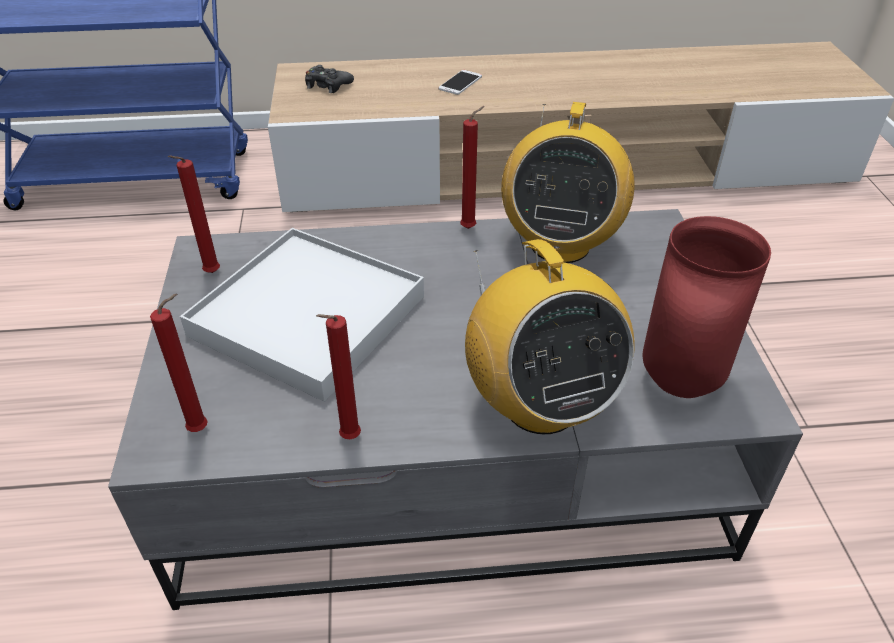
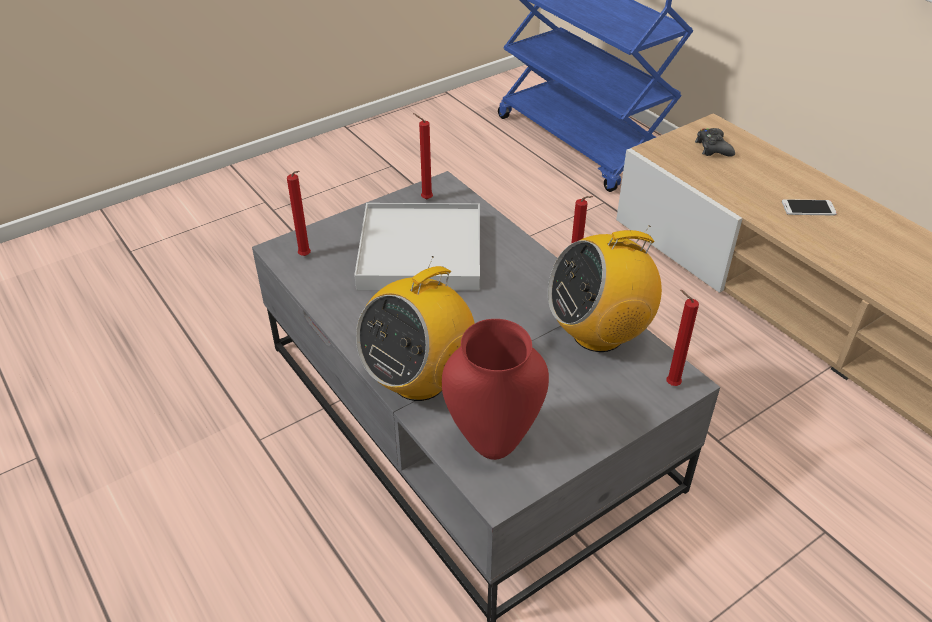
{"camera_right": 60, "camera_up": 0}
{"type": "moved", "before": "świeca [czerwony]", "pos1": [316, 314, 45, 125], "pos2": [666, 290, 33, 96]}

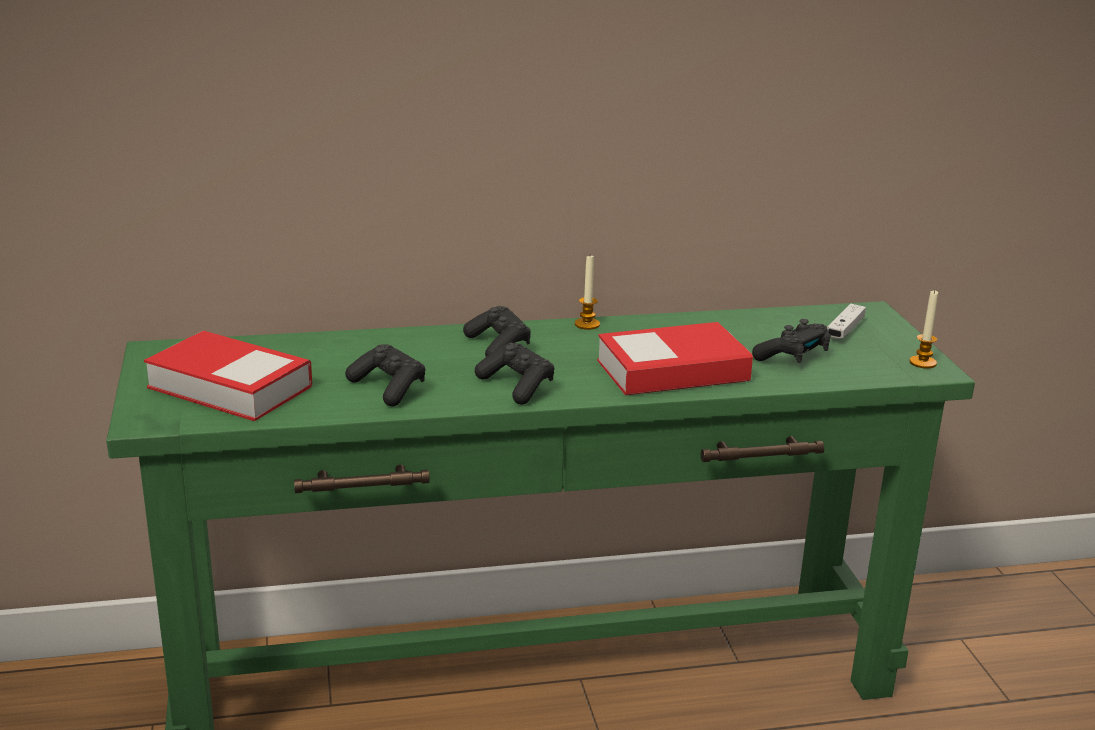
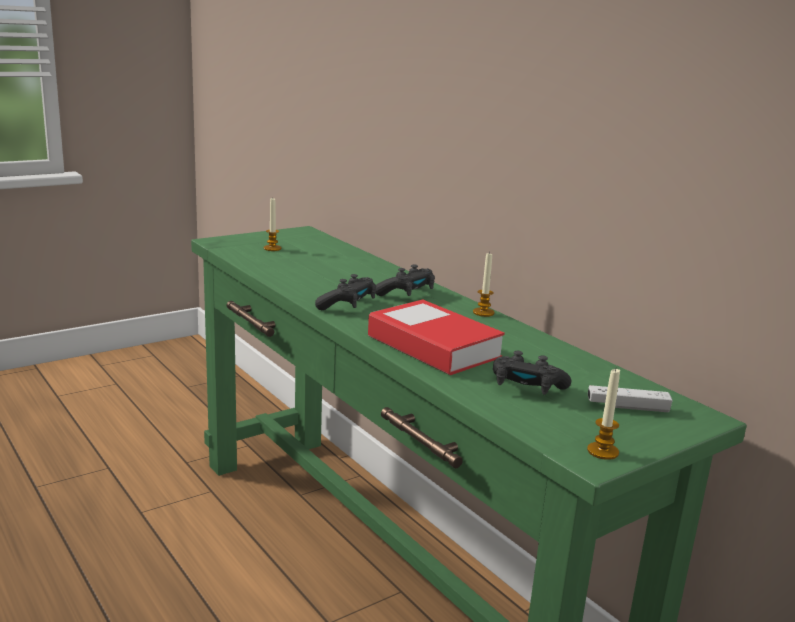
{"camera_right": 65, "camera_up": -5}
{"type": "replaced", "before": "książka", "after": "świeca", "pos1": [144, 331, 168, 90], "pos2": [264, 198, 18, 53]}
{"type": "removed", "before": "pad do gier [czarny]", "pos1": [345, 344, 80, 62]}

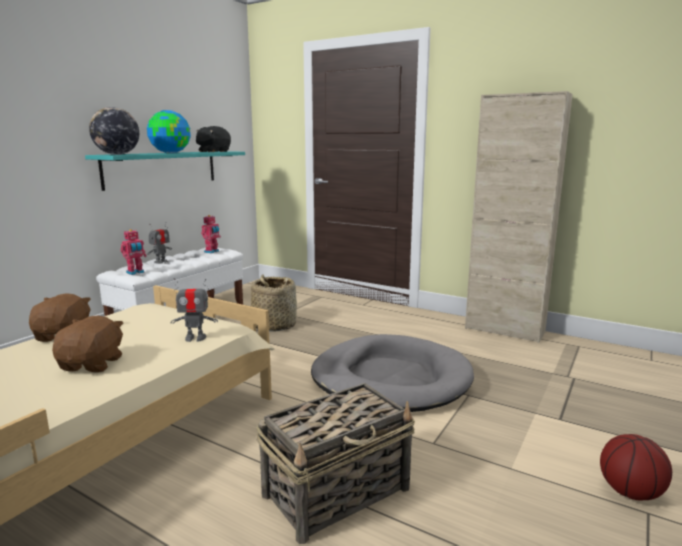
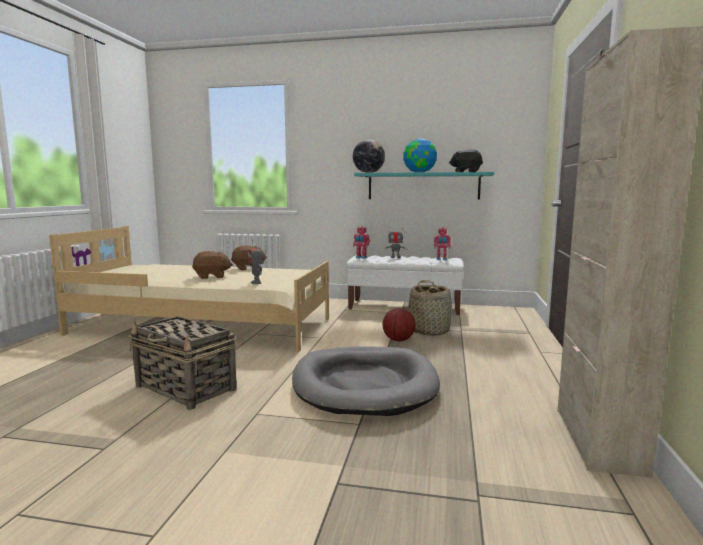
{"camera_right": 70, "camera_up": -5}
{"type": "moved", "before": "piłka do koszykówki", "pos1": [600, 434, 72, 67], "pos2": [382, 308, 34, 33]}

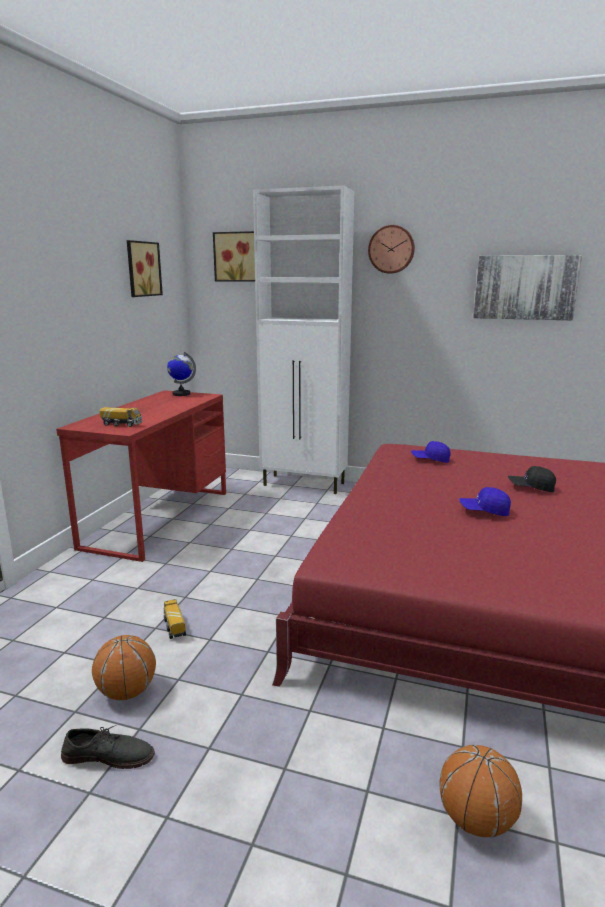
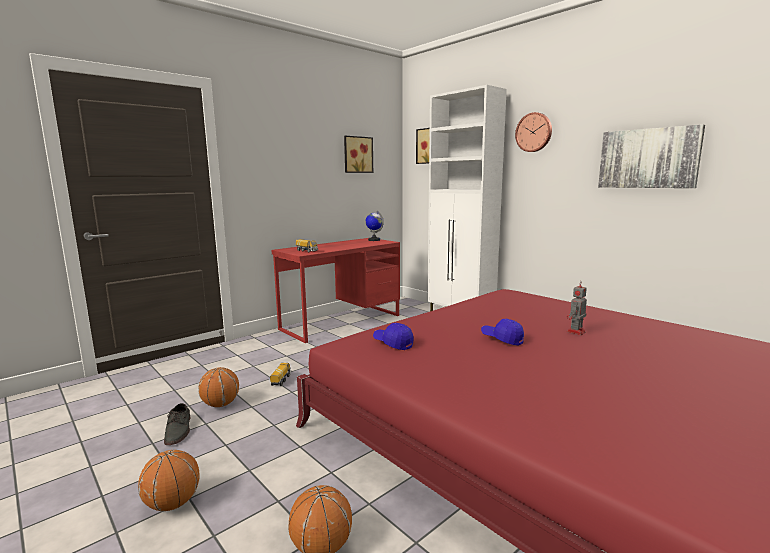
{"camera_right": 30, "camera_up": -5}
{"type": "moved", "before": "czapka z daszkiem [niebieski]", "pos1": [411, 441, 40, 22], "pos2": [373, 323, 40, 27]}
{"type": "replaced", "before": "czapka z daszkiem [czarny]", "after": "robot zabawkowy", "pos1": [508, 466, 48, 26], "pos2": [567, 281, 20, 54]}
{"type": "turned", "before": "but [szary]", "pos1": [61, 725, 94, 44], "pos2": [164, 403, 26, 42], "turn": 45}
{"type": "added", "after": "piłka do koszykówki", "pos2": [138, 450, 62, 61]}

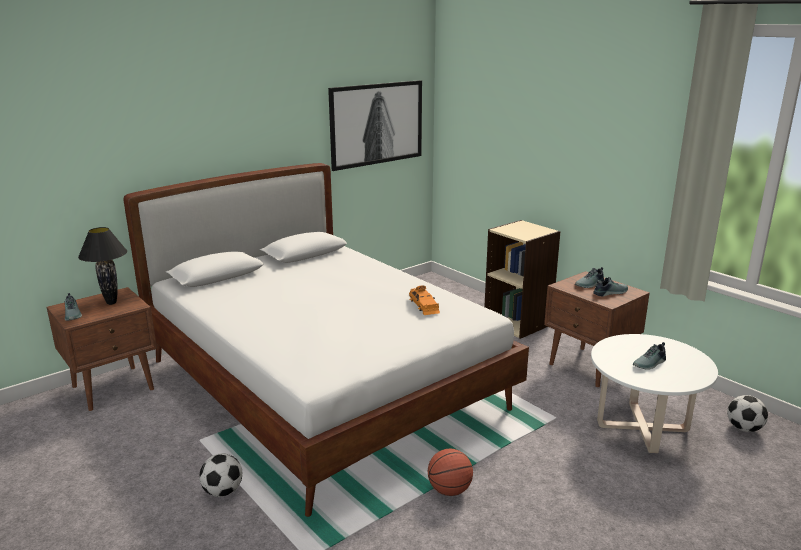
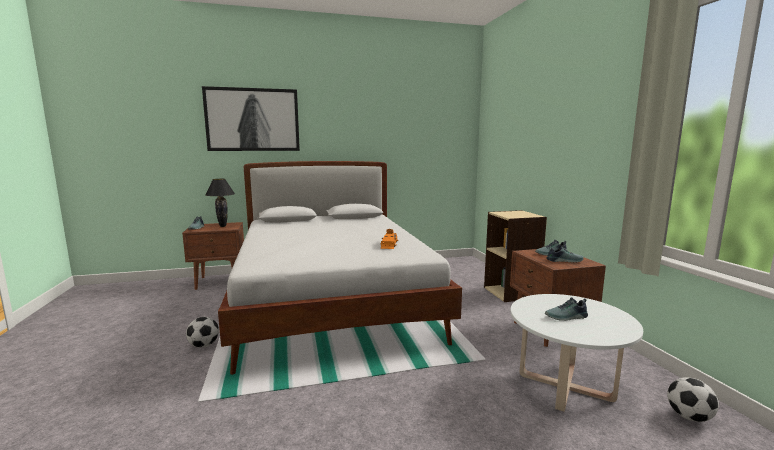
{"camera_right": 25, "camera_up": -10}
{"type": "moved", "before": "obraz", "pos1": [328, 80, 94, 91], "pos2": [202, 86, 98, 65]}
{"type": "removed", "before": "piłka do koszykówki", "pos1": [428, 449, 45, 47]}

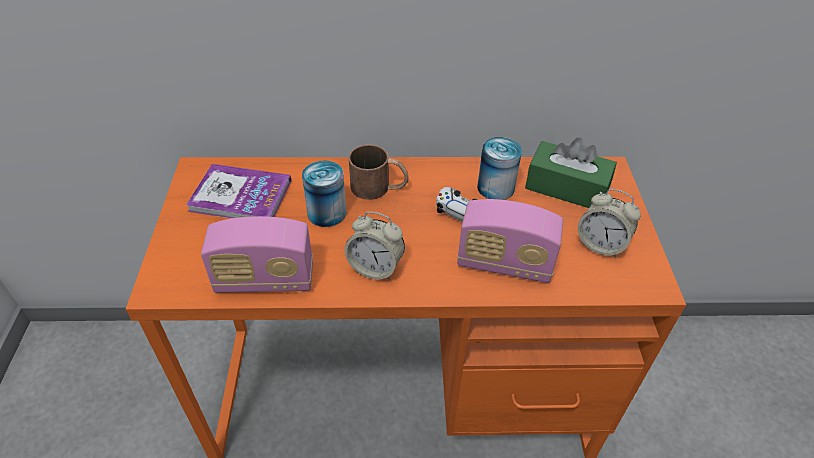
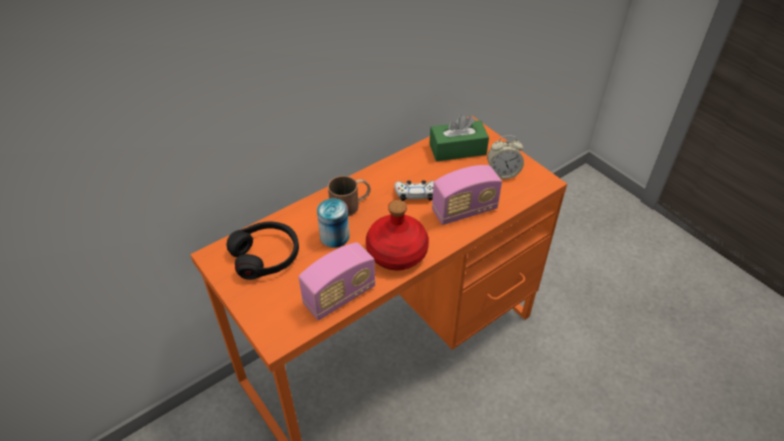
{"camera_right": -35, "camera_up": 0}
{"type": "removed", "before": "puszka", "pos1": [477, 137, 45, 63]}
{"type": "replaced", "before": "książka", "after": "słuchawki [czarny]", "pos1": [186, 164, 105, 54], "pos2": [226, 222, 73, 58]}
{"type": "replaced", "before": "budzik", "after": "butelka [czerwony]", "pos1": [344, 212, 61, 68], "pos2": [366, 200, 63, 70]}

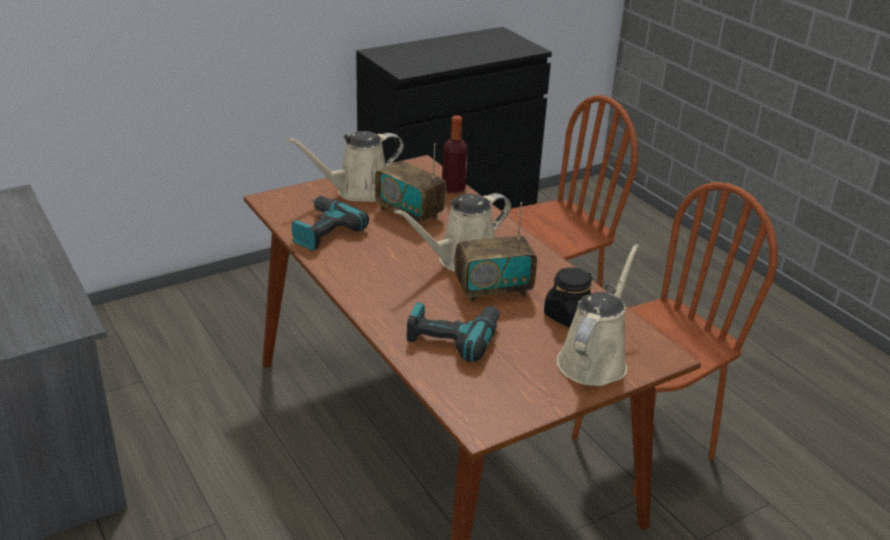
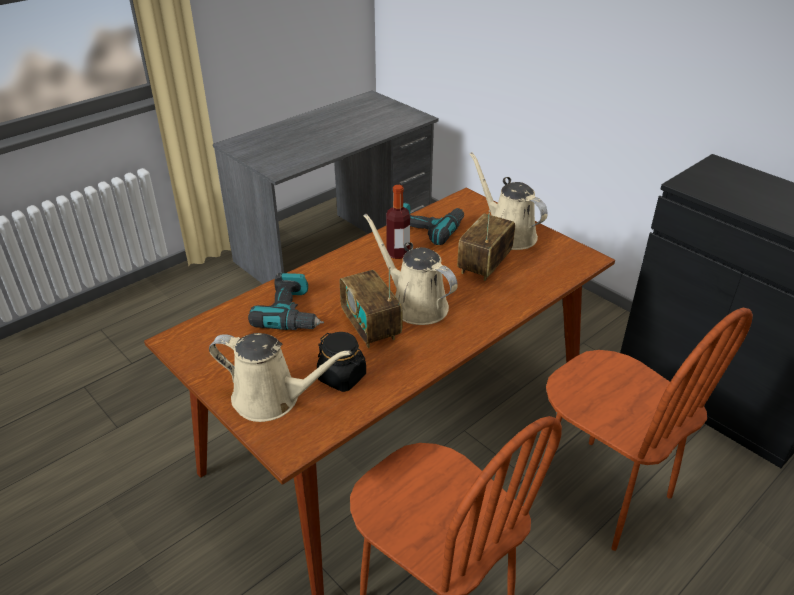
{"camera_right": 80, "camera_up": 5}
{"type": "moved", "before": "butelka", "pos1": [442, 115, 26, 79], "pos2": [386, 185, 24, 74]}

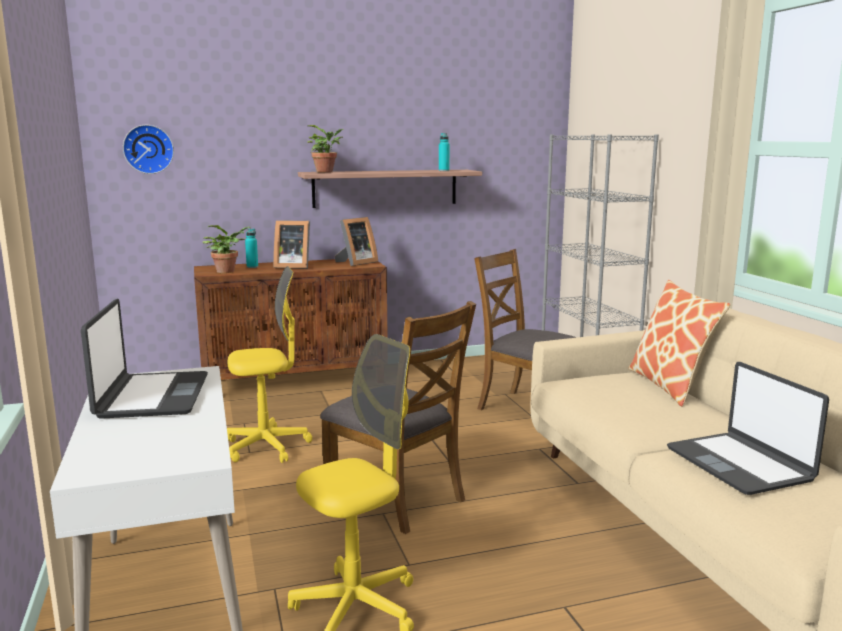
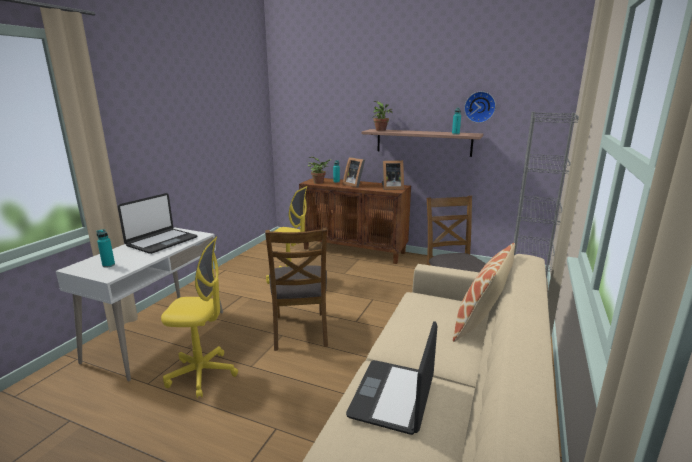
{"camera_right": 40, "camera_up": 5}
{"type": "moved", "before": "zegar ścienny", "pos1": [123, 125, 51, 49], "pos2": [464, 91, 32, 32]}
{"type": "added", "after": "butelka [turkusowy]", "pos2": [97, 229, 18, 39]}

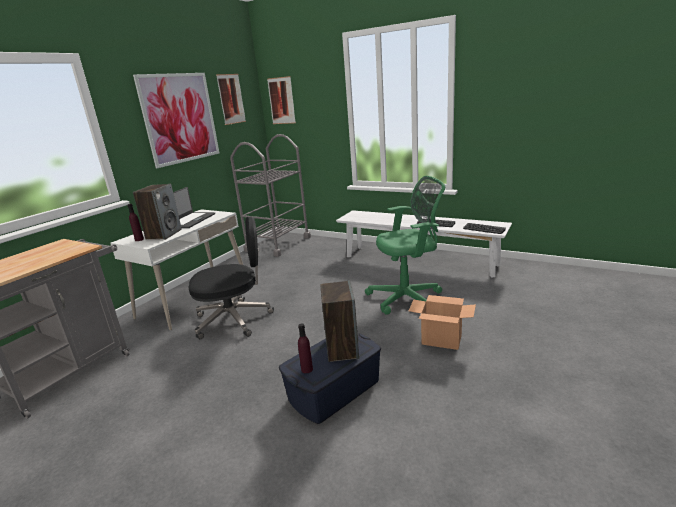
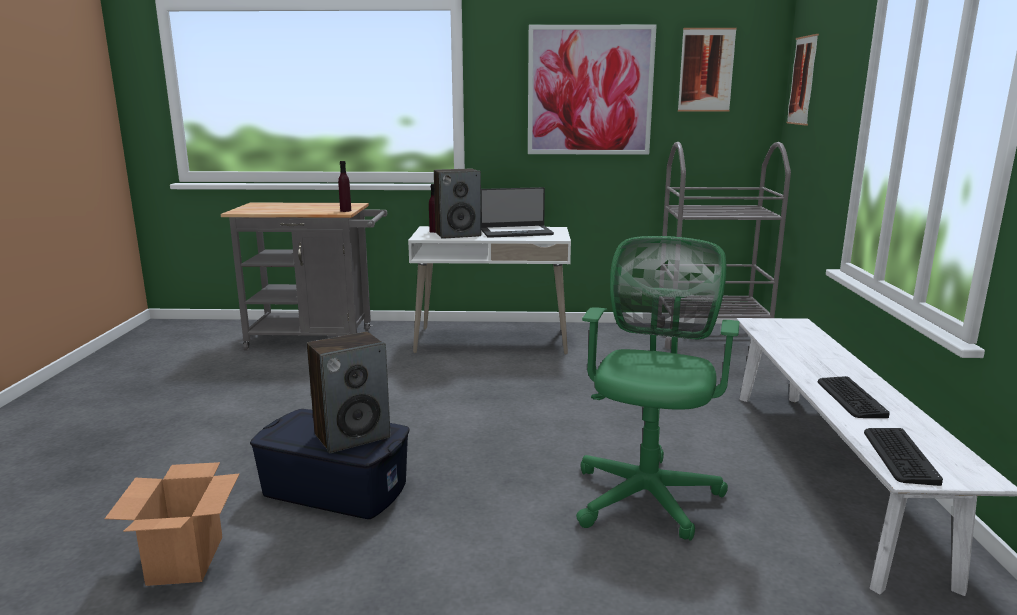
{"camera_right": 60, "camera_up": -5}
{"type": "turned", "before": "krzesło biurowe [zielony]", "pos1": [365, 176, 80, 139], "pos2": [576, 236, 163, 305], "turn": -120}
{"type": "removed", "before": "krzesło biurowe [czarny]", "pos1": [188, 216, 86, 123]}
{"type": "moved", "before": "karton", "pos1": [409, 295, 67, 55], "pos2": [105, 462, 134, 124]}
{"type": "moved", "before": "butelka [fioletowy]", "pos1": [298, 323, 15, 50], "pos2": [338, 161, 13, 51]}

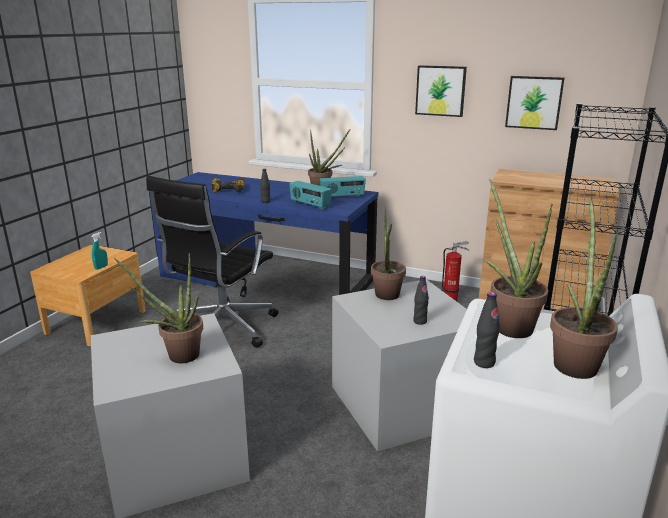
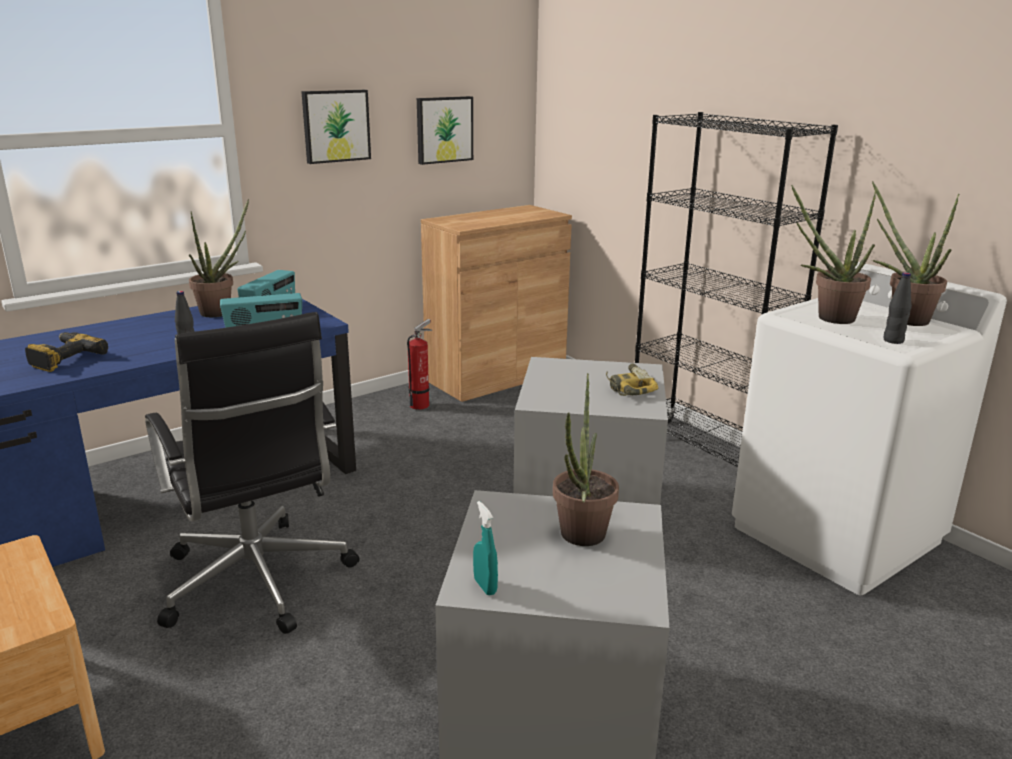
{"camera_right": -60, "camera_up": 0}
{"type": "removed", "before": "roślina doniczkowa", "pos1": [371, 207, 35, 93]}
{"type": "moved", "before": "spryskiwacz [turkusowy]", "pos1": [91, 232, 17, 38], "pos2": [473, 501, 25, 95]}
{"type": "replaced", "before": "butelka [czarny]", "after": "wiertarka", "pos1": [413, 276, 16, 49], "pos2": [606, 364, 52, 32]}

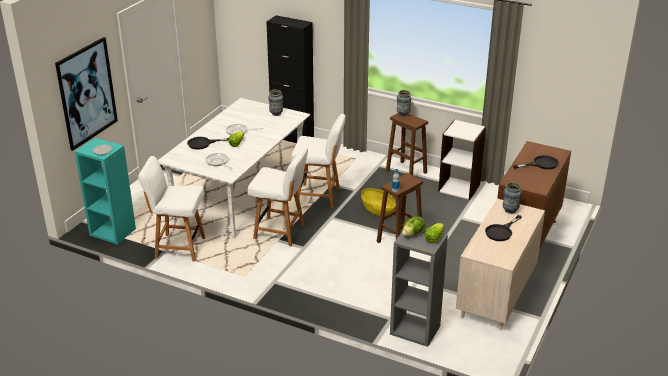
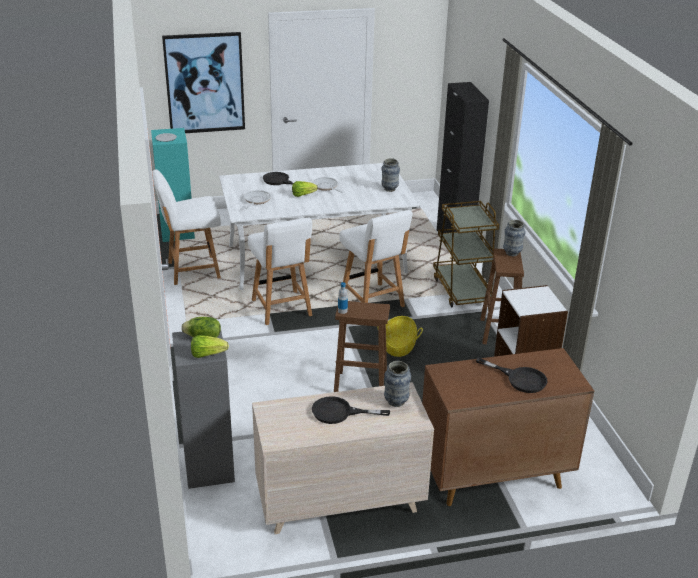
{"camera_right": 50, "camera_up": 0}
{"type": "turned", "before": "krzesło [biały]", "pos1": [138, 156, 68, 106], "pos2": [152, 169, 69, 116], "turn": -75}
{"type": "added", "after": "wózek [brązowy]", "pos2": [433, 201, 66, 107]}

